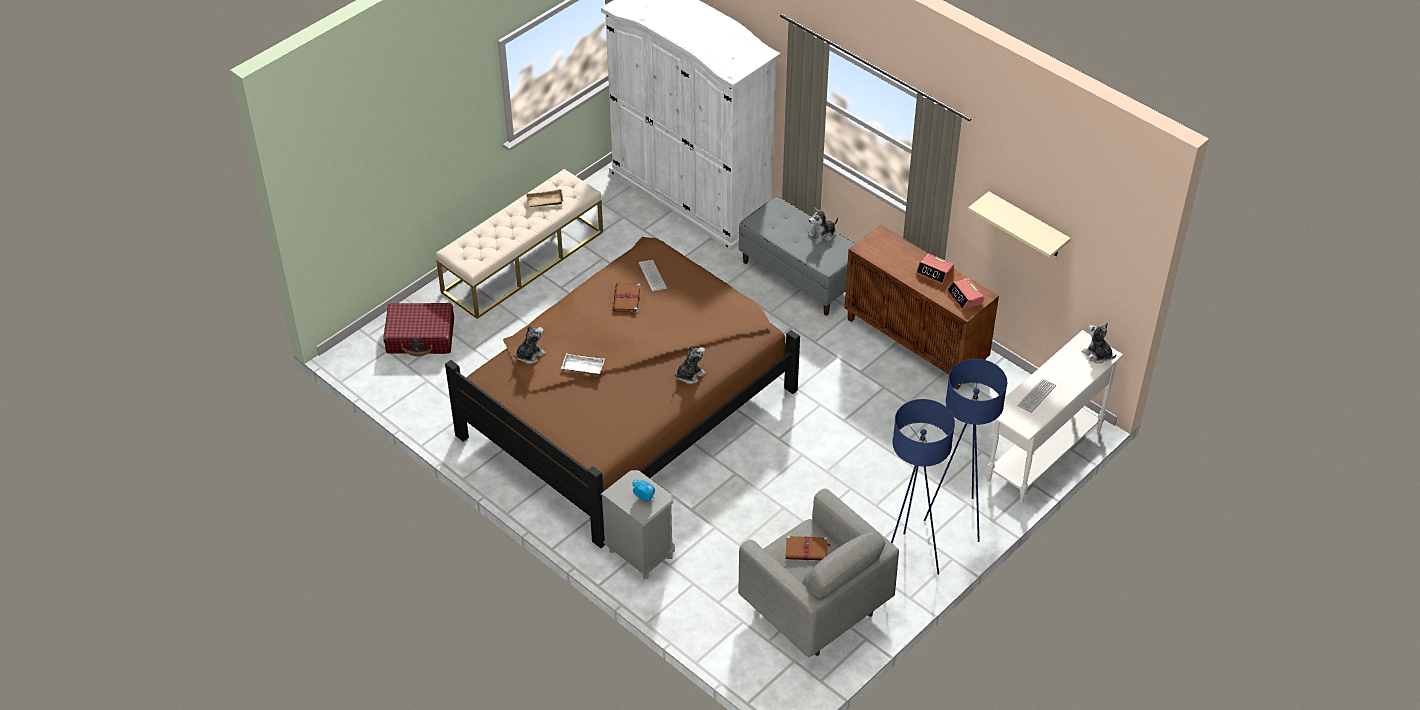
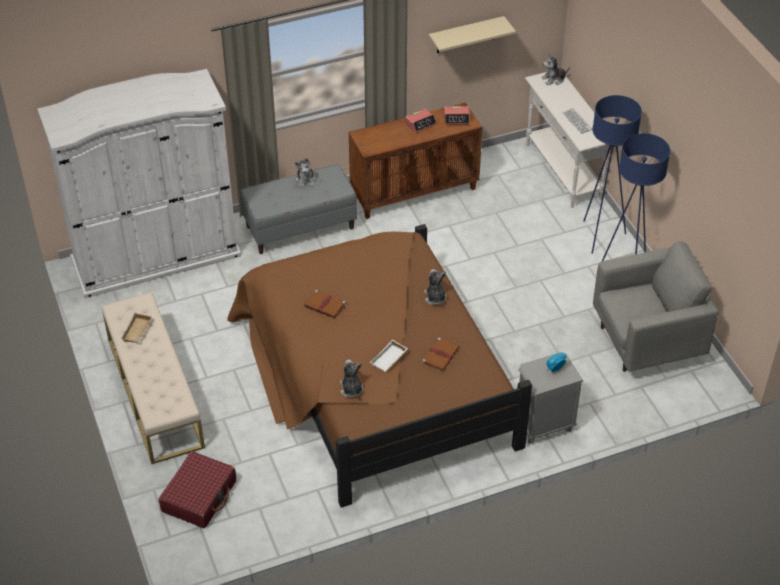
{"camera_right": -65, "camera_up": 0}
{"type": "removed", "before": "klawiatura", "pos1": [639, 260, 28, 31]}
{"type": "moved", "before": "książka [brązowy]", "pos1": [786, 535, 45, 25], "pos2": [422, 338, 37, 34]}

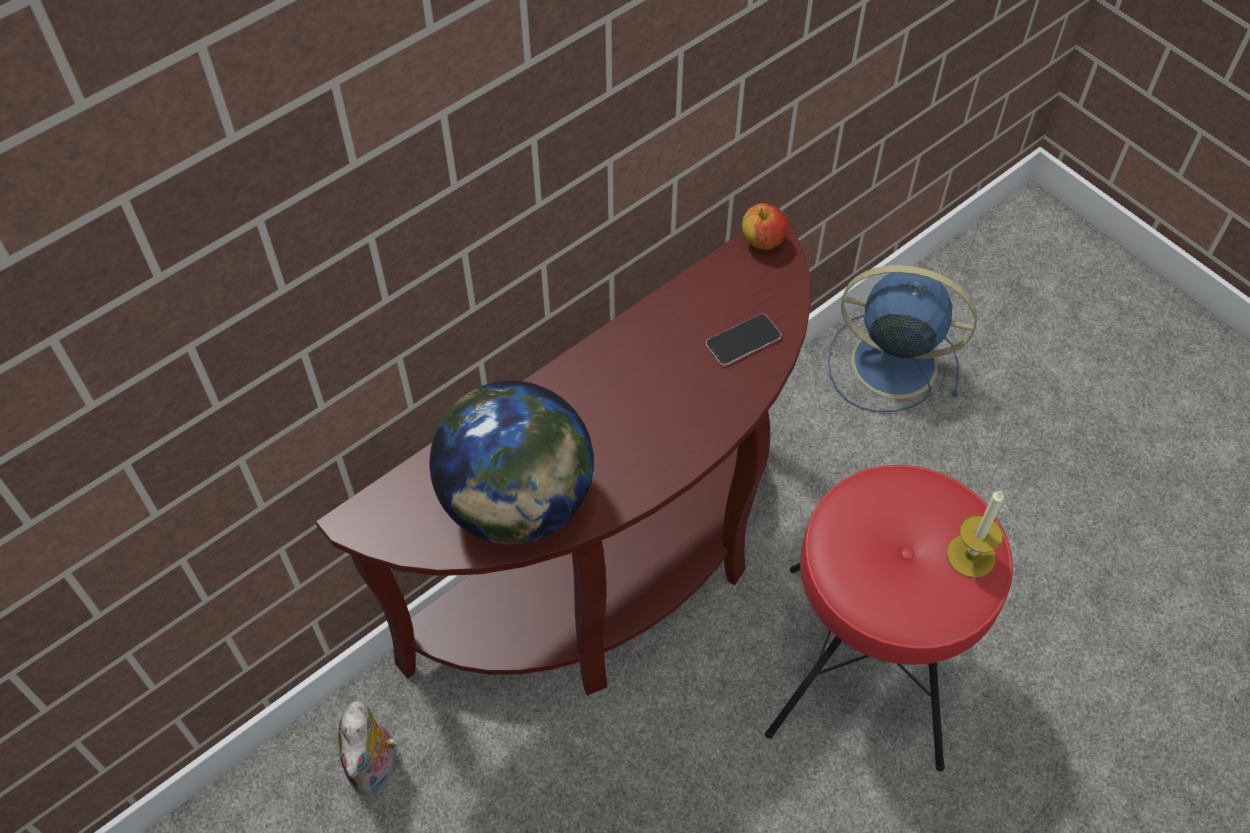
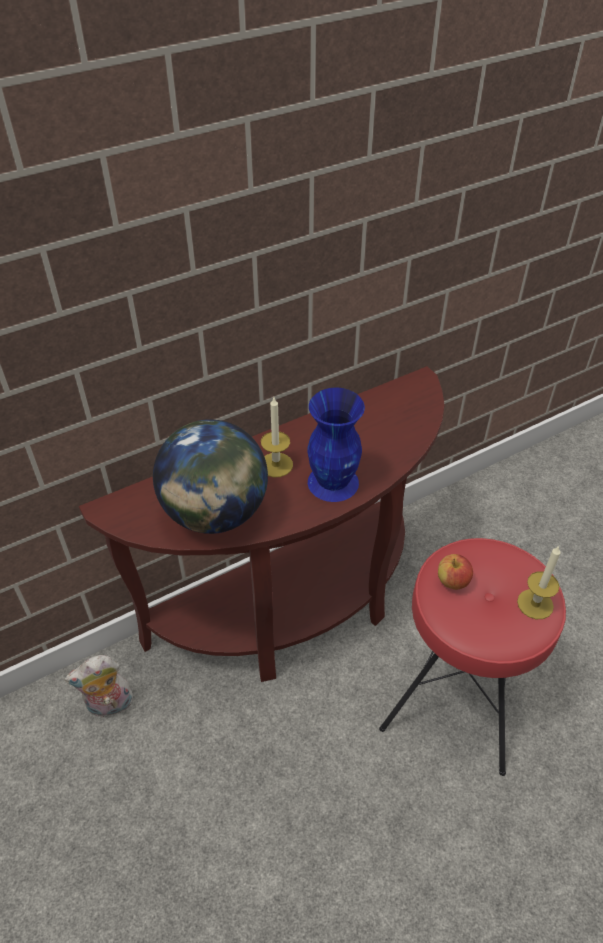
{"camera_right": 10, "camera_up": -10}
{"type": "moved", "before": "jabłko", "pos1": [742, 203, 46, 47], "pos2": [438, 554, 35, 36]}
{"type": "removed", "before": "wentylator [niebieski]", "pos1": [828, 265, 149, 147]}
{"type": "removed", "before": "telefon", "pos1": [706, 314, 75, 52]}
{"type": "turned", "before": "pluszak", "pos1": [338, 701, 61, 95], "pos2": [64, 655, 69, 63], "turn": 60}
{"type": "added", "after": "wazon [niebieski]", "pos2": [307, 388, 58, 114]}
{"type": "added", "after": "świeca", "pos2": [261, 398, 32, 79]}

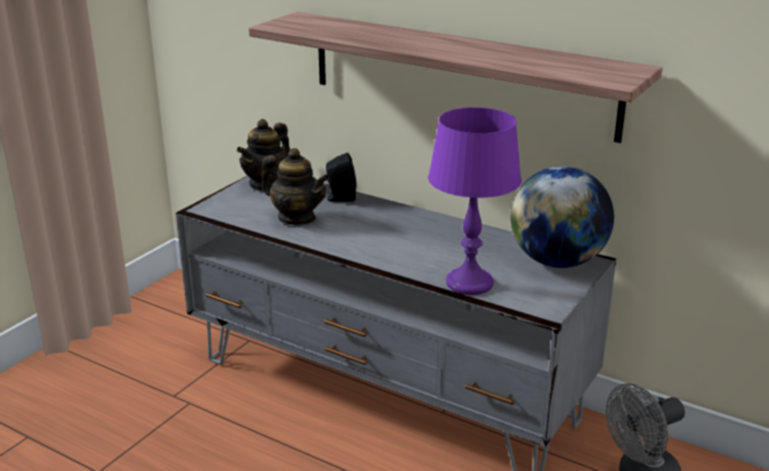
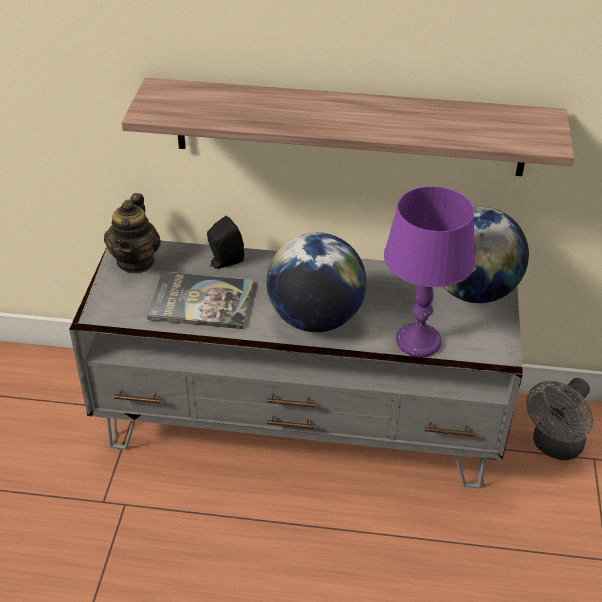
{"camera_right": -25, "camera_up": 15}
{"type": "replaced", "before": "imbryk", "after": "książka", "pos1": [261, 148, 69, 77], "pos2": [147, 271, 107, 58]}
{"type": "added", "after": "globus", "pos2": [266, 232, 101, 100]}

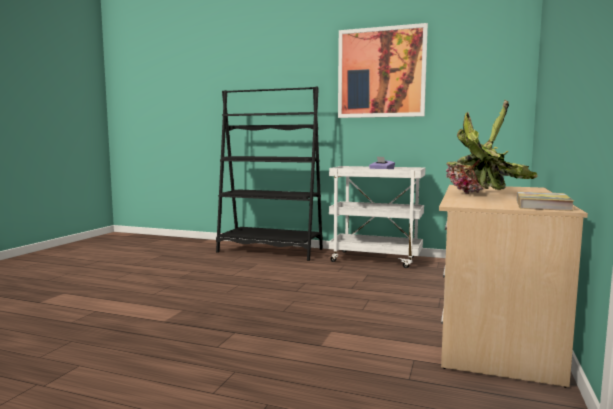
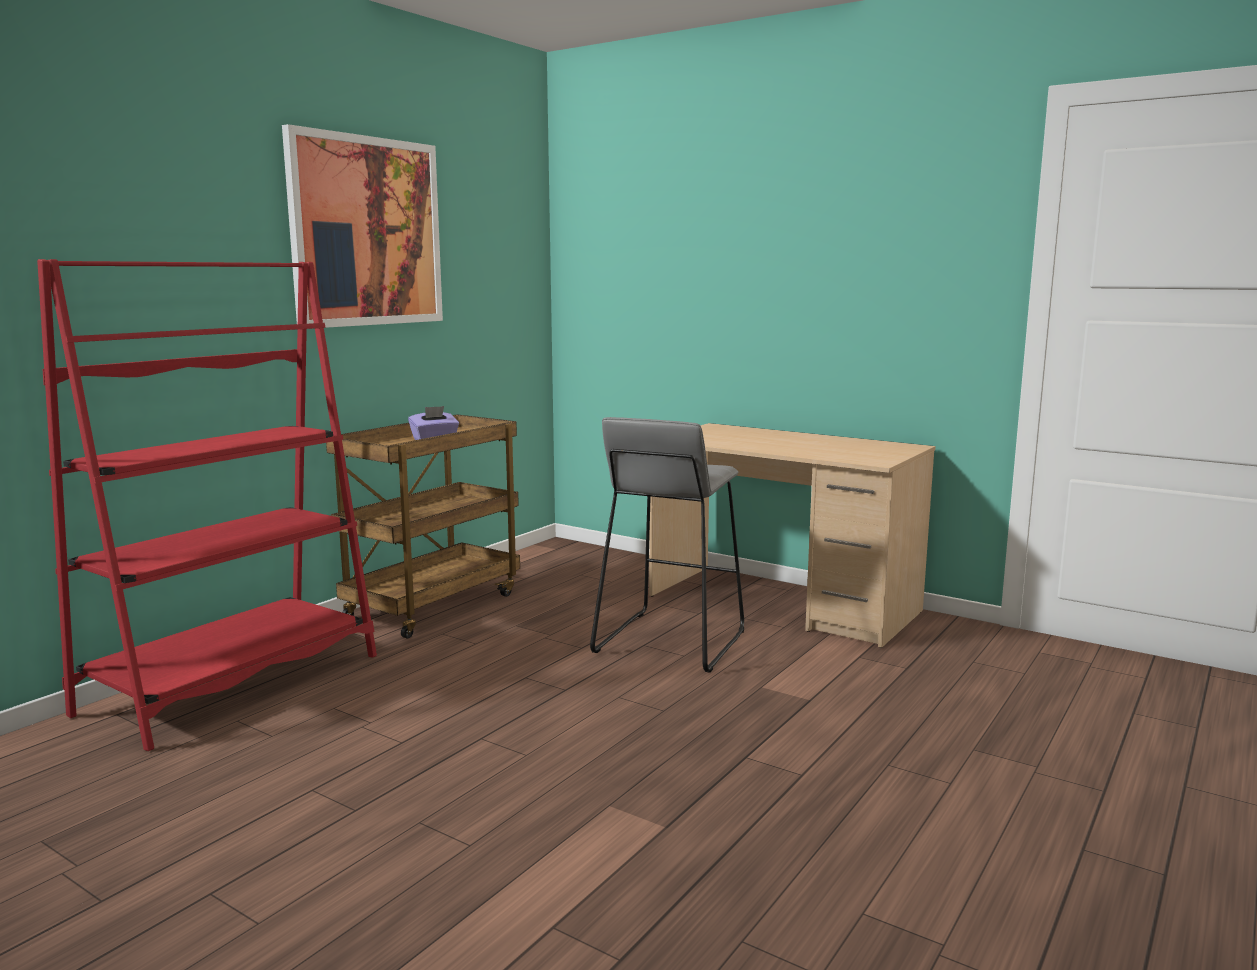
{"camera_right": -75, "camera_up": 5}
{"type": "recoloured", "before": "regał [czarny]", "after": "regał [czerwony]", "pos1": [216, 86, 107, 175], "pos2": [37, 259, 340, 492]}
{"type": "removed", "before": "roślina doniczkowa", "pos1": [446, 100, 92, 94]}
{"type": "recoloured", "before": "wózek [biały]", "after": "wózek [brązowy]", "pos1": [329, 166, 96, 102], "pos2": [326, 414, 194, 224]}
{"type": "removed", "before": "książka", "pos1": [517, 191, 57, 20]}
{"type": "added", "after": "stołek [szary]", "pos2": [590, 417, 154, 256]}

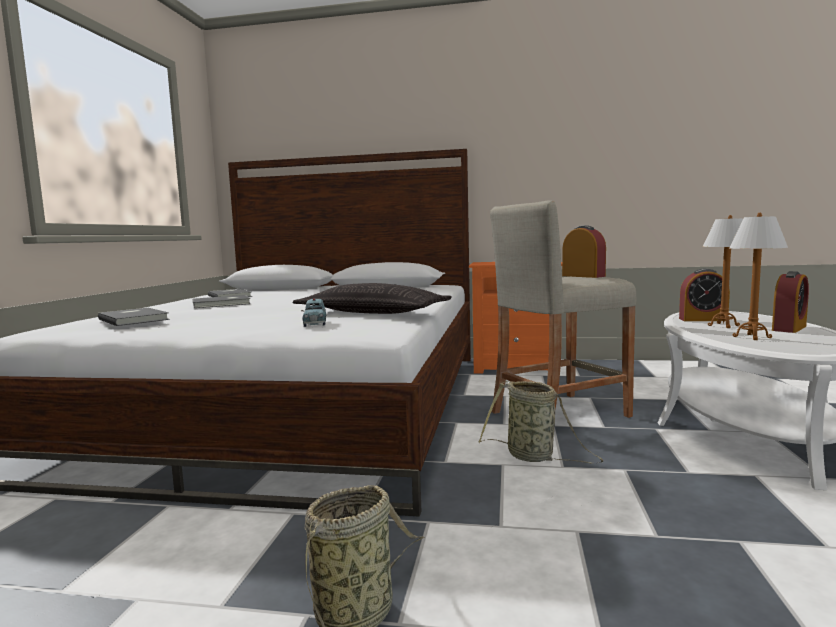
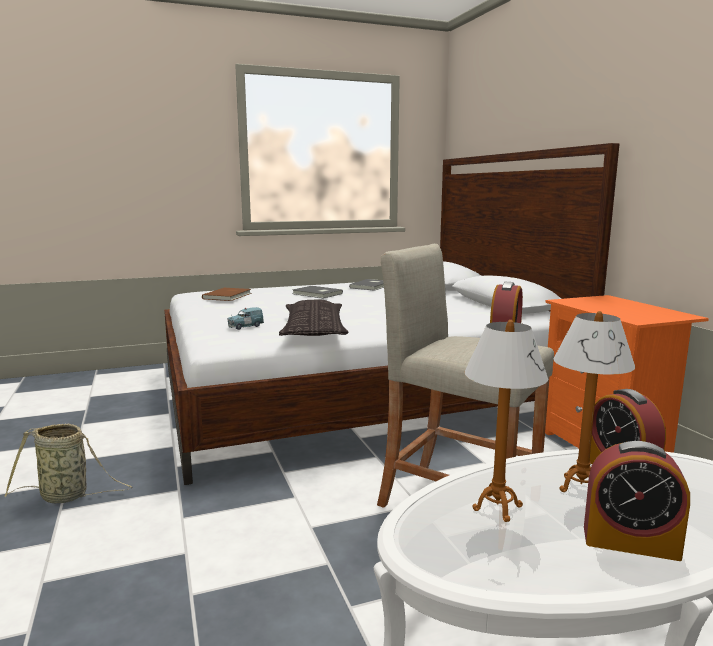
{"camera_right": 60, "camera_up": 5}
{"type": "recoloured", "before": "książka [szary]", "after": "książka [brązowy]", "pos1": [98, 308, 72, 18], "pos2": [202, 288, 49, 13]}
{"type": "removed", "before": "koszyk", "pos1": [479, 381, 124, 82]}

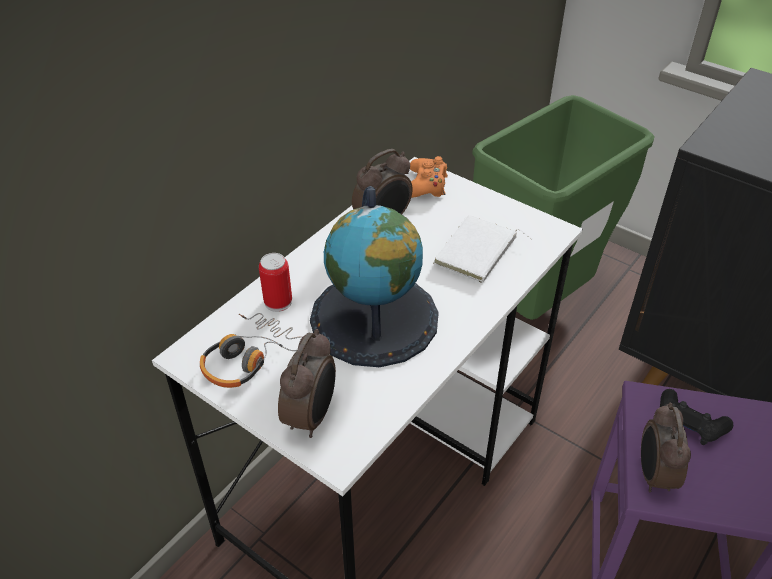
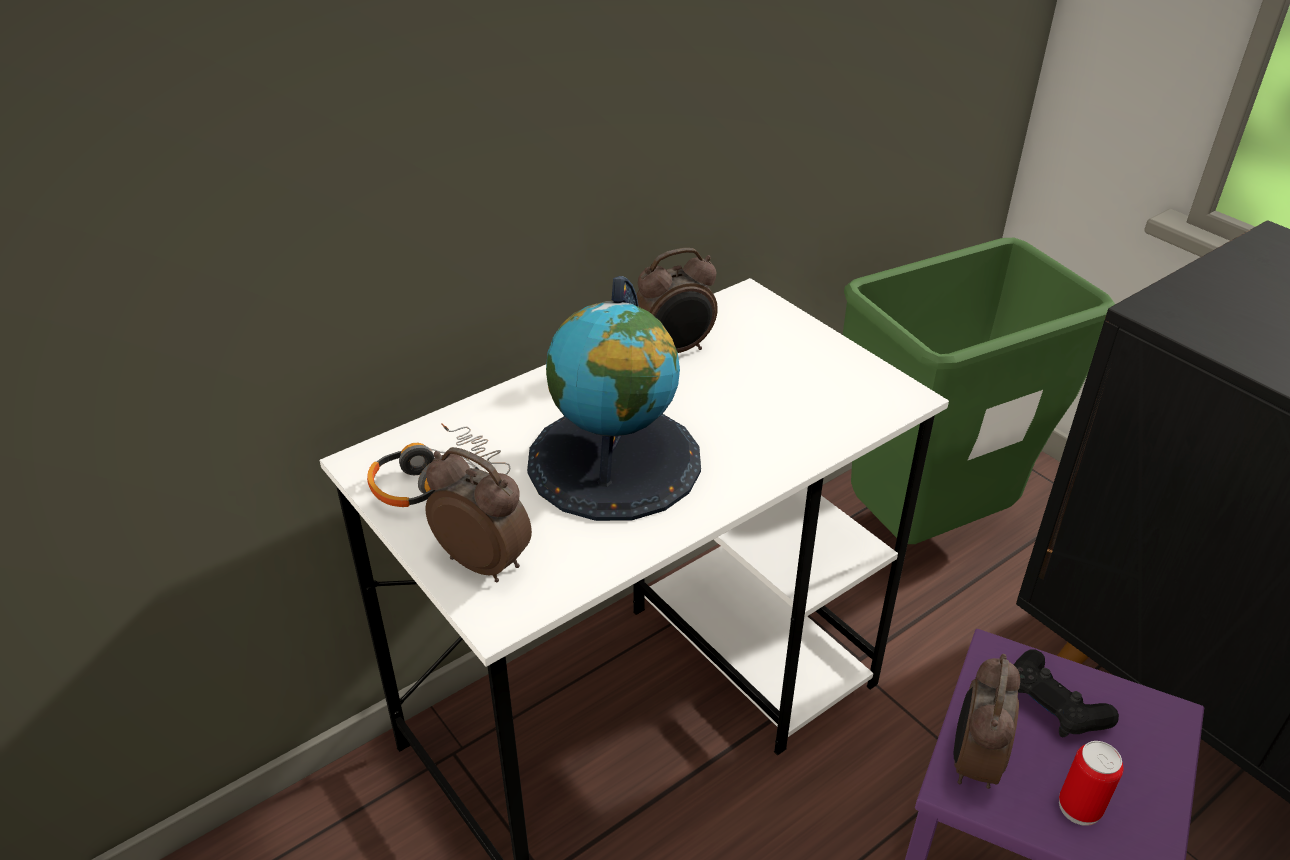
{"camera_right": 15, "camera_up": -5}
{"type": "removed", "before": "pad do gier [pomarańczowy]", "pos1": [410, 156, 38, 42]}
{"type": "removed", "before": "książka [biały]", "pos1": [433, 215, 99, 68]}
{"type": "moved", "before": "puszka", "pos1": [259, 253, 33, 59], "pos2": [1059, 741, 65, 85]}
{"type": "turned", "before": "budzik", "pos1": [278, 329, 58, 109], "pos2": [426, 447, 106, 135], "turn": -90}

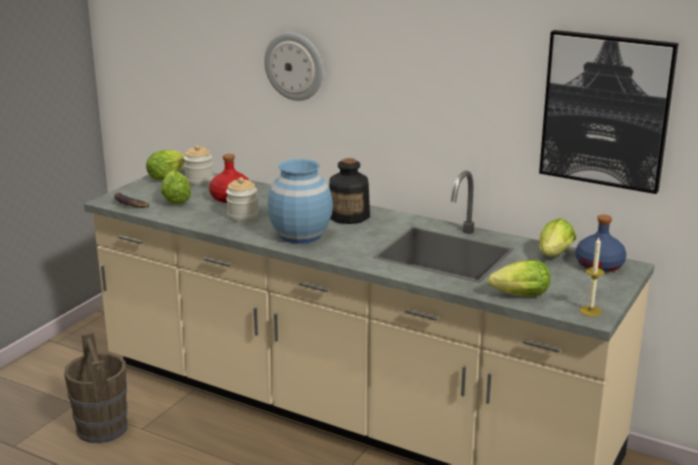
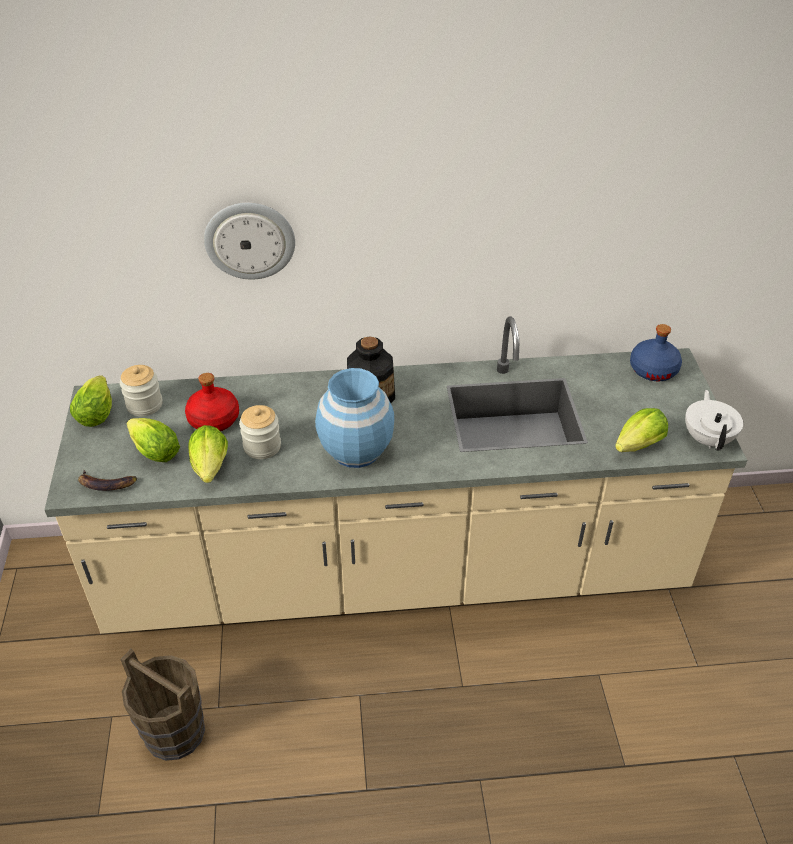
{"camera_right": -35, "camera_up": 20}
{"type": "removed", "before": "obraz", "pos1": [539, 30, 140, 164]}
{"type": "moved", "before": "sałata", "pos1": [539, 218, 37, 38], "pos2": [188, 425, 40, 58]}
{"type": "replaced", "before": "świeca", "after": "imbryk [biały]", "pos1": [580, 238, 25, 78], "pos2": [685, 390, 58, 60]}

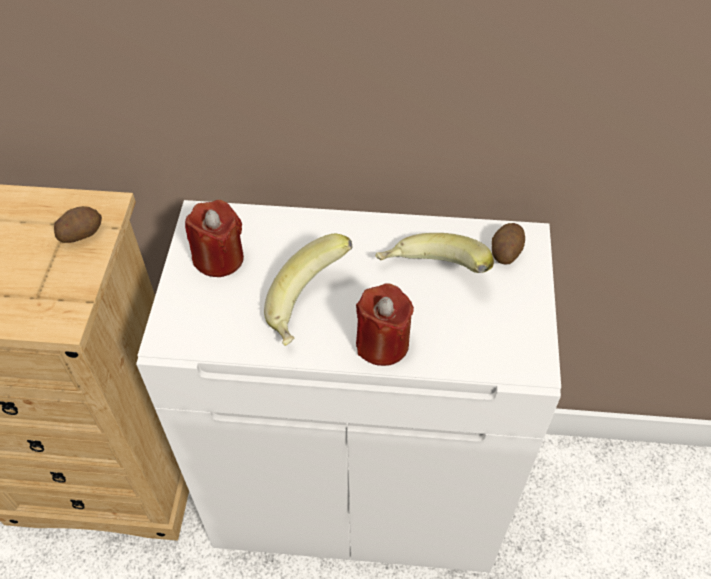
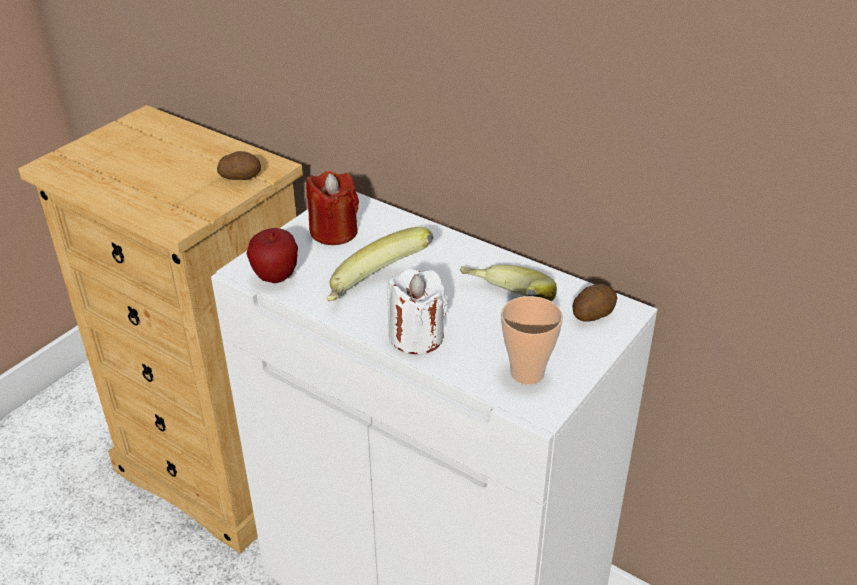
{"camera_right": 30, "camera_up": -15}
{"type": "recoloured", "before": "świeca [czerwony]", "after": "świeca [biały]", "pos1": [356, 283, 58, 83], "pos2": [387, 269, 61, 85]}
{"type": "added", "after": "jabłko", "pos2": [246, 228, 52, 55]}
{"type": "added", "after": "filiżanka", "pos2": [501, 296, 62, 89]}

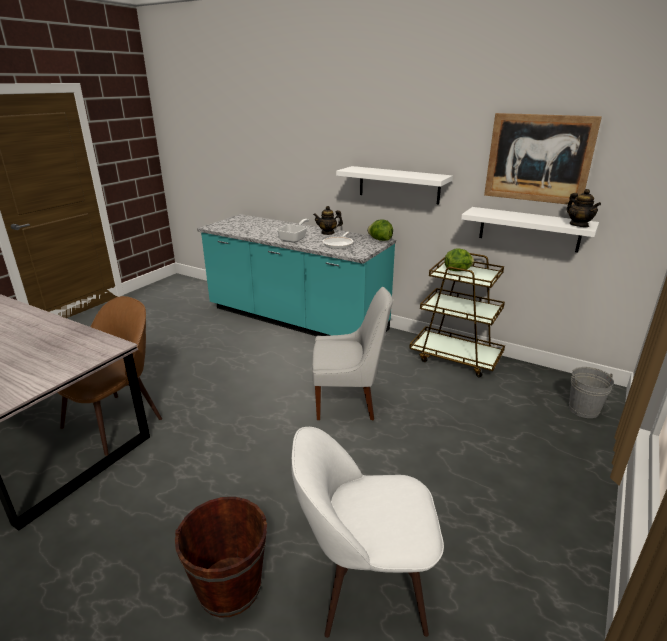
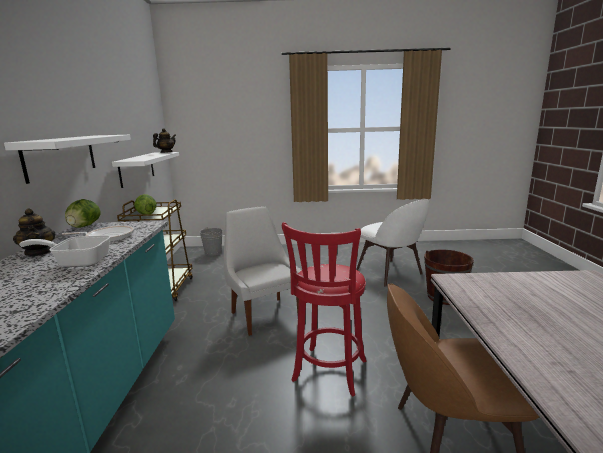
{"camera_right": -120, "camera_up": -10}
{"type": "removed", "before": "obraz", "pos1": [484, 113, 118, 92]}
{"type": "added", "after": "stołek [czerwony]", "pos2": [282, 222, 84, 174]}

